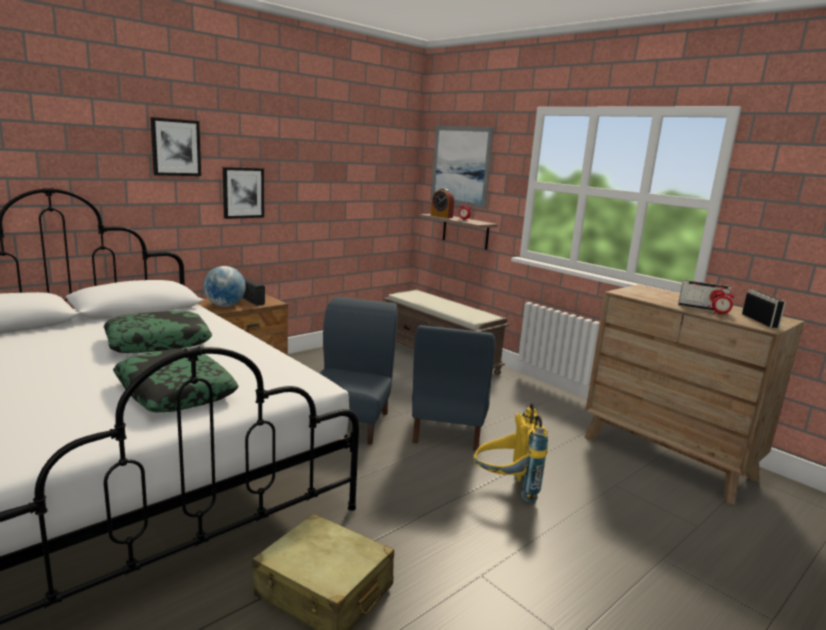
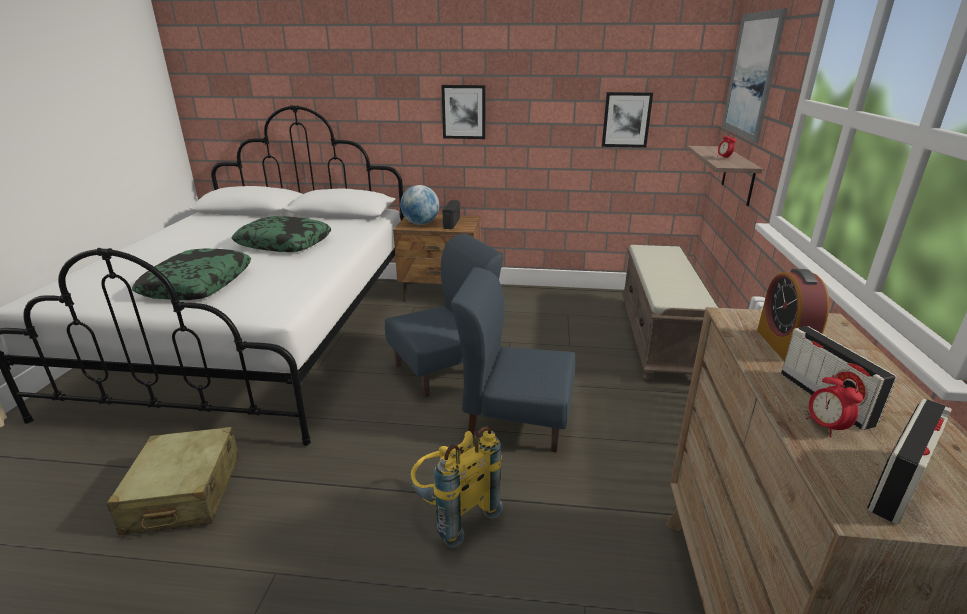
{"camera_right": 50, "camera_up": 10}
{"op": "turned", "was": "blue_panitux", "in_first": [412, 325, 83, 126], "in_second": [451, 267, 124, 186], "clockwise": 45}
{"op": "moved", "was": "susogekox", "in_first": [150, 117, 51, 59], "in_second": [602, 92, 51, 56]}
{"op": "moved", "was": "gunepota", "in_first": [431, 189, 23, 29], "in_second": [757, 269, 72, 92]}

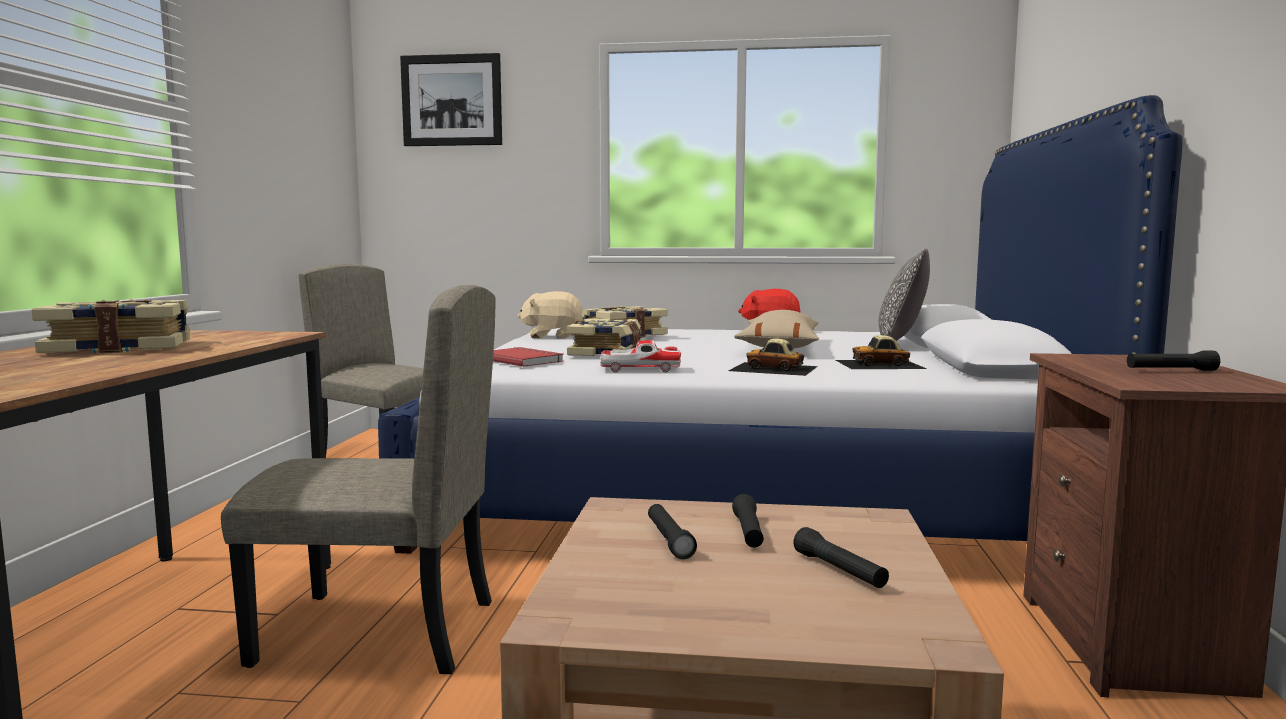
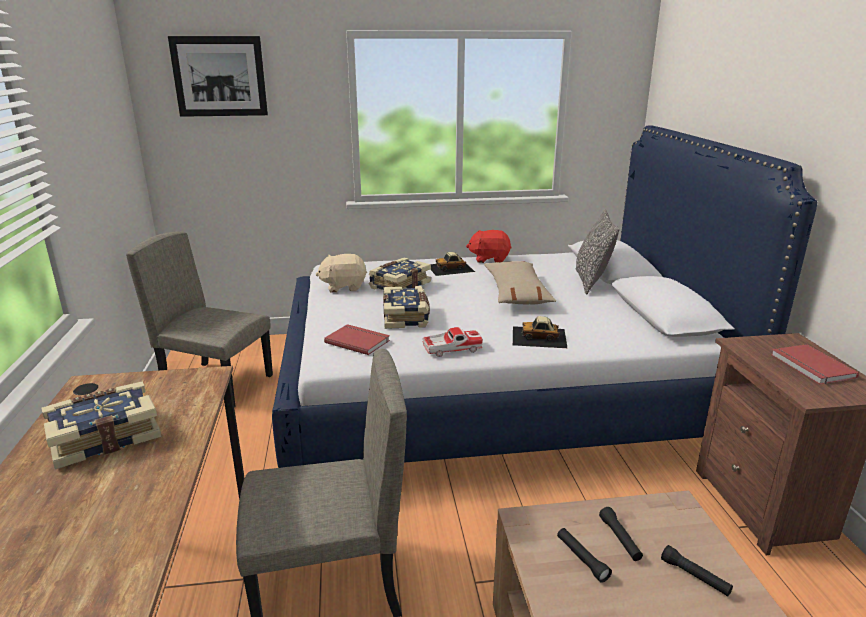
{"camera_right": -15, "camera_up": 15}
{"op": "moved", "was": "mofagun", "in_first": [836, 335, 91, 34], "in_second": [430, 252, 45, 24]}
{"op": "replaced", "was": "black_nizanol", "now": "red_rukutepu", "in_first": [1127, 351, 93, 20], "in_second": [771, 344, 88, 40]}

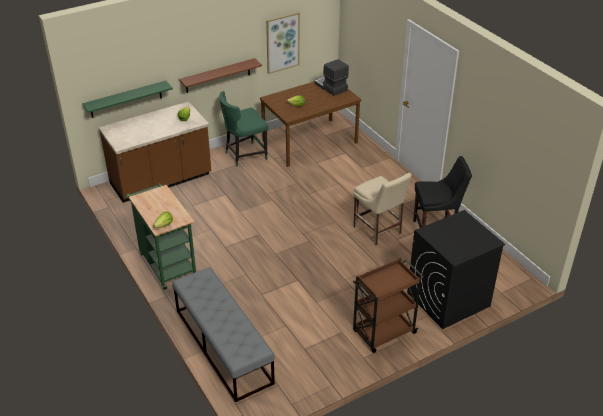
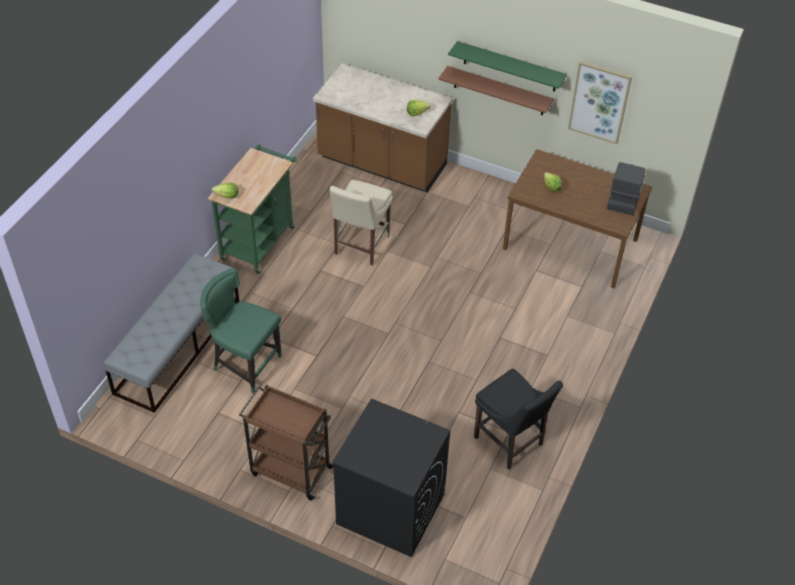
{"camera_right": 55, "camera_up": 10}
{"op": "moved", "was": "green_panitux", "in_first": [220, 91, 48, 76], "in_second": [200, 268, 82, 125]}
{"op": "moved", "was": "beige_panitux", "in_first": [353, 173, 59, 73], "in_second": [329, 180, 64, 86]}
{"op": "moved", "was": "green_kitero", "in_first": [82, 81, 91, 37], "in_second": [448, 41, 119, 51]}

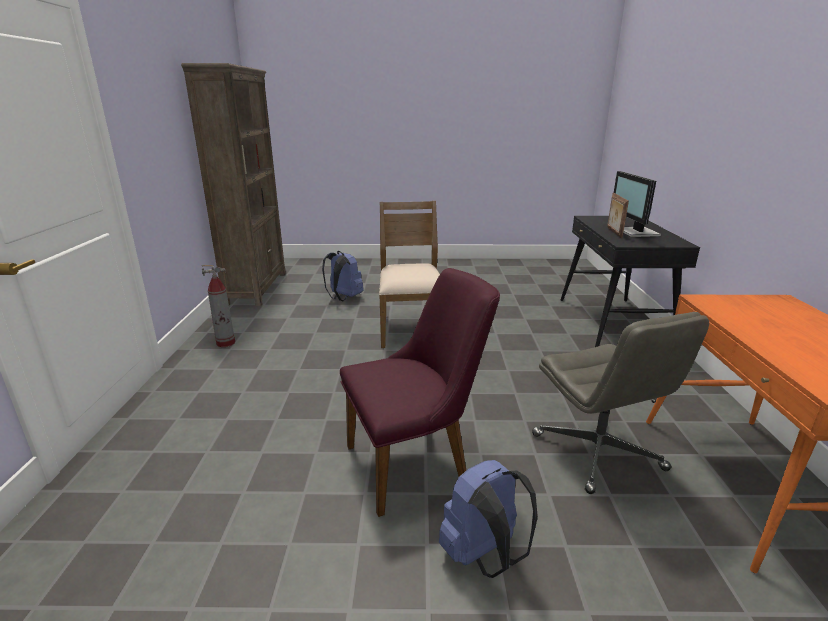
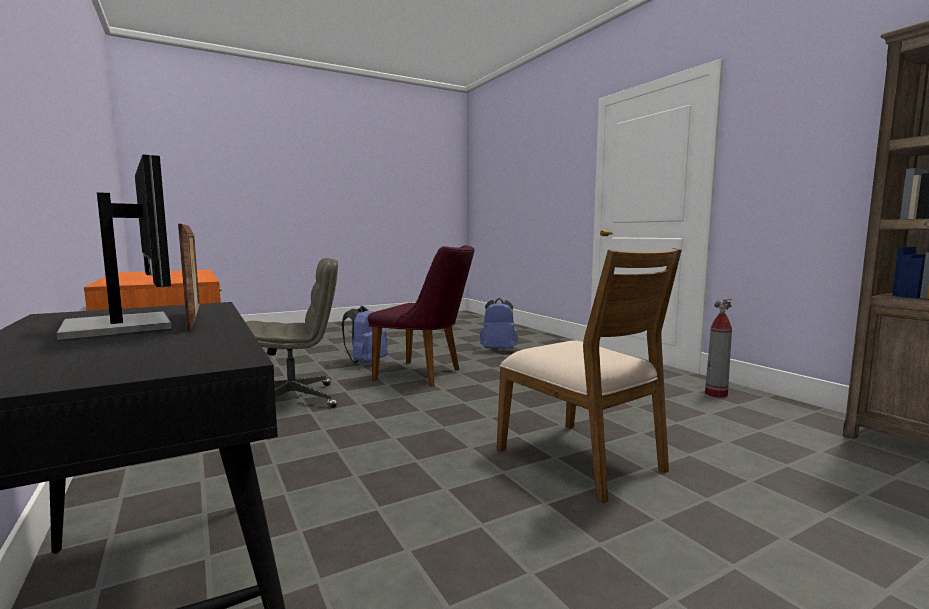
{"camera_right": 150, "camera_up": -15}
{"op": "turned", "was": "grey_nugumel", "in_first": [532, 312, 177, 182], "in_second": [245, 258, 93, 150], "clockwise": 120}
{"op": "turned", "was": "purple_panitux", "in_first": [340, 268, 160, 249], "in_second": [368, 245, 106, 142], "clockwise": -105}
{"op": "moved", "was": "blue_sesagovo", "in_first": [322, 251, 42, 51], "in_second": [480, 298, 38, 50]}

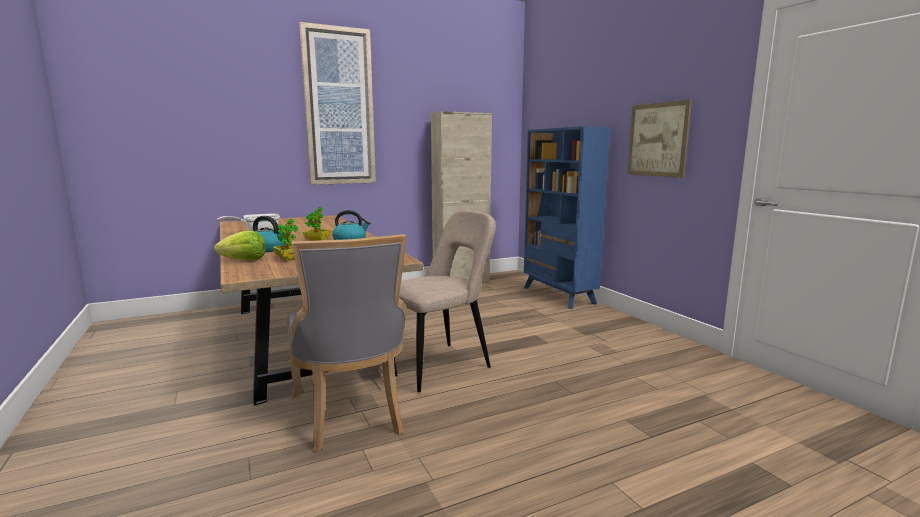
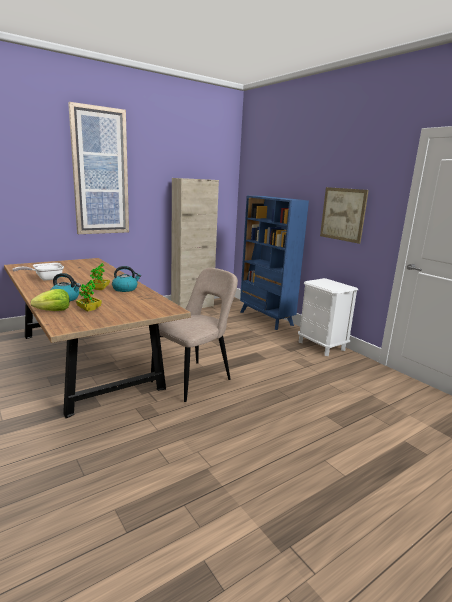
{"camera_right": -10, "camera_up": 5}
{"op": "added", "now": "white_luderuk", "in_second": [298, 278, 60, 78]}
{"op": "removed", "was": "grey_panitux", "in_first": [287, 234, 120, 218]}

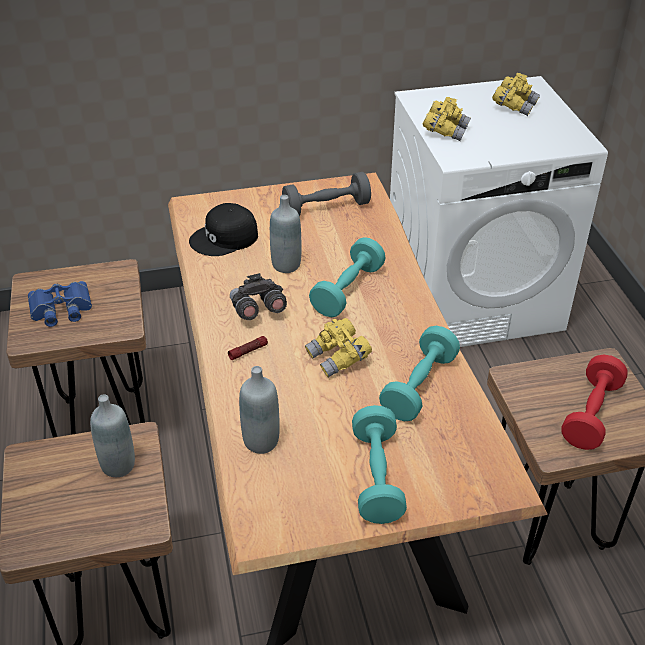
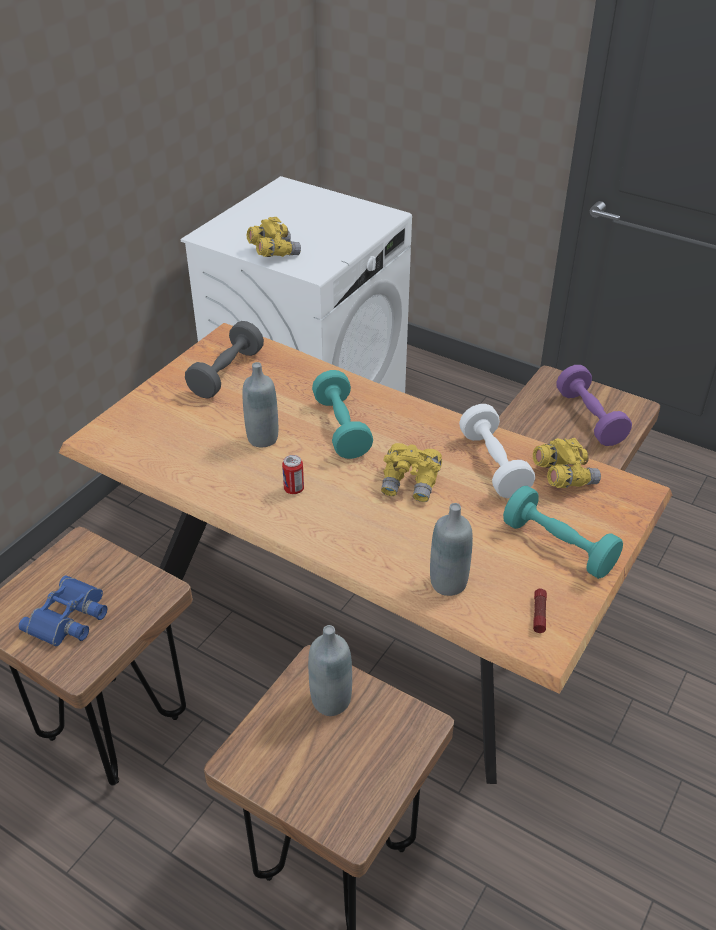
{"camera_right": -45, "camera_up": 0}
{"op": "replaced", "was": "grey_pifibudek", "now": "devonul", "in_first": [230, 273, 57, 47], "in_second": [282, 455, 22, 39]}
{"op": "recoloured", "was": "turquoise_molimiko", "now": "white_molimiko", "in_first": [379, 326, 81, 95], "in_second": [459, 404, 76, 94]}
{"op": "moved", "was": "yellow_pifibudek", "in_first": [492, 73, 48, 43], "in_second": [533, 438, 68, 50]}
{"op": "moved", "was": "nizanol", "in_first": [228, 336, 40, 24], "in_second": [533, 588, 14, 45]}
{"op": "recoloured", "was": "red_molimiko", "now": "purple_molimiko", "in_first": [561, 355, 66, 95], "in_second": [556, 365, 76, 81]}
{"op": "removed", "was": "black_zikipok", "in_first": [189, 203, 69, 53]}

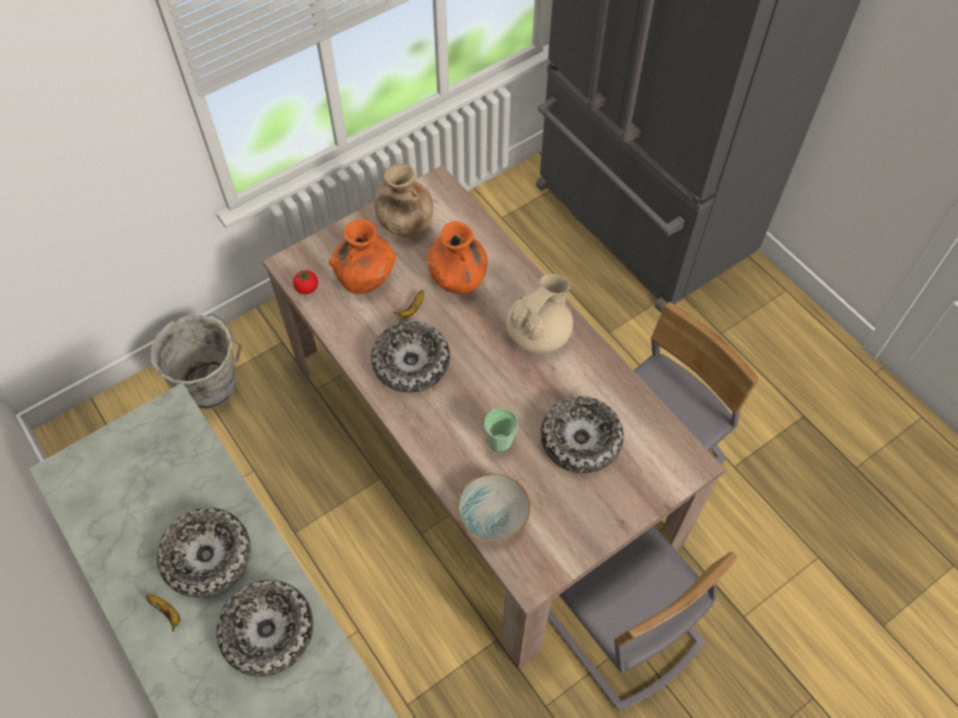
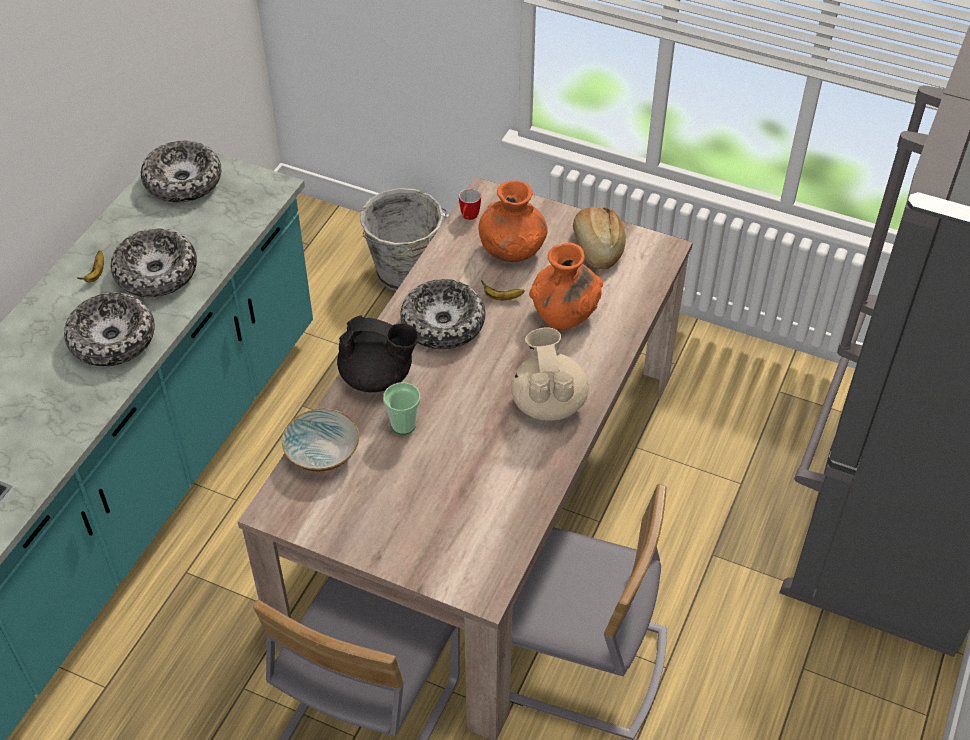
{"camera_right": 60, "camera_up": -10}
{"op": "moved", "was": "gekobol", "in_first": [541, 396, 83, 77], "in_second": [141, 140, 80, 63]}
{"op": "added", "now": "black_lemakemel", "in_second": [337, 315, 82, 77]}
{"op": "replaced", "was": "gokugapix", "now": "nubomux", "in_first": [293, 270, 25, 24], "in_second": [459, 188, 22, 32]}
{"op": "turned", "was": "beige_lemakemel", "in_first": [506, 274, 67, 79], "in_second": [511, 327, 78, 94], "clockwise": -105}
{"op": "replaced", "was": "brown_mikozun", "now": "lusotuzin", "in_first": [374, 164, 59, 73], "in_second": [573, 207, 53, 62]}

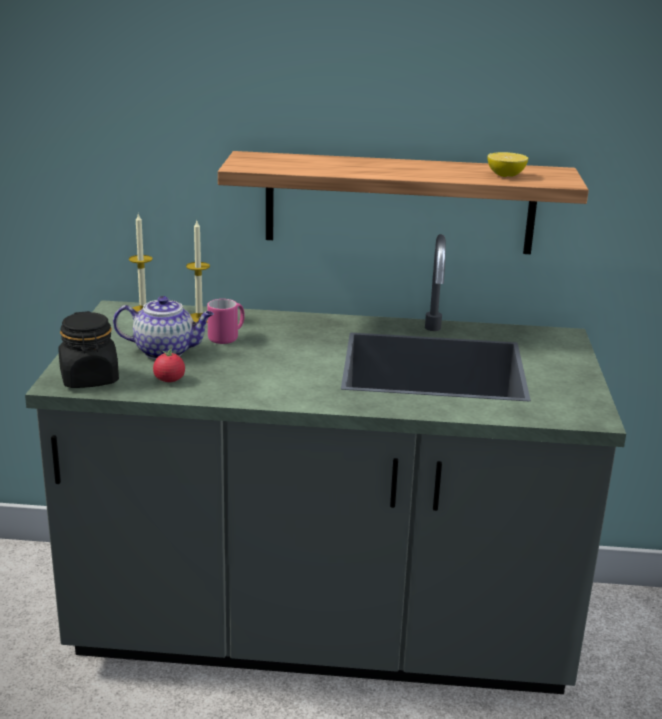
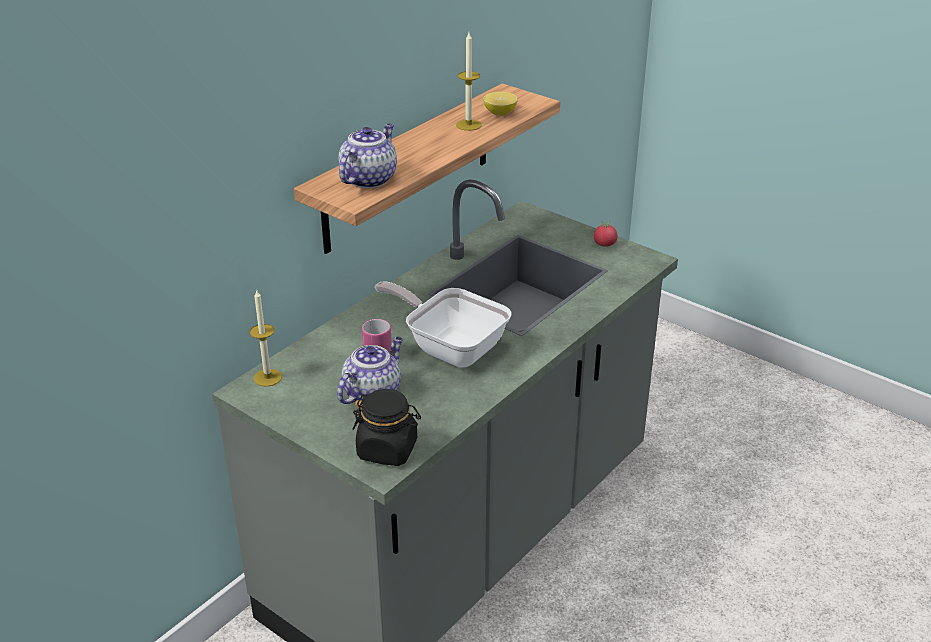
{"camera_right": -55, "camera_up": 10}
{"op": "added", "now": "lemakemel", "in_second": [338, 124, 59, 64]}
{"op": "added", "now": "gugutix", "in_second": [375, 282, 136, 86]}
{"op": "moved", "was": "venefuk", "in_first": [186, 221, 24, 102], "in_second": [456, 33, 26, 98]}
{"op": "moved", "was": "gokugapix", "in_first": [153, 347, 32, 35], "in_second": [594, 221, 24, 26]}

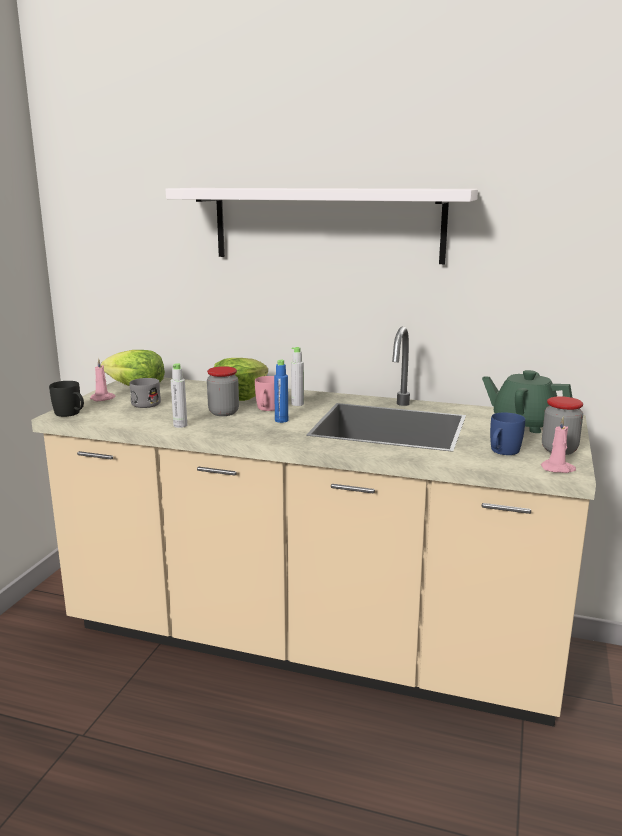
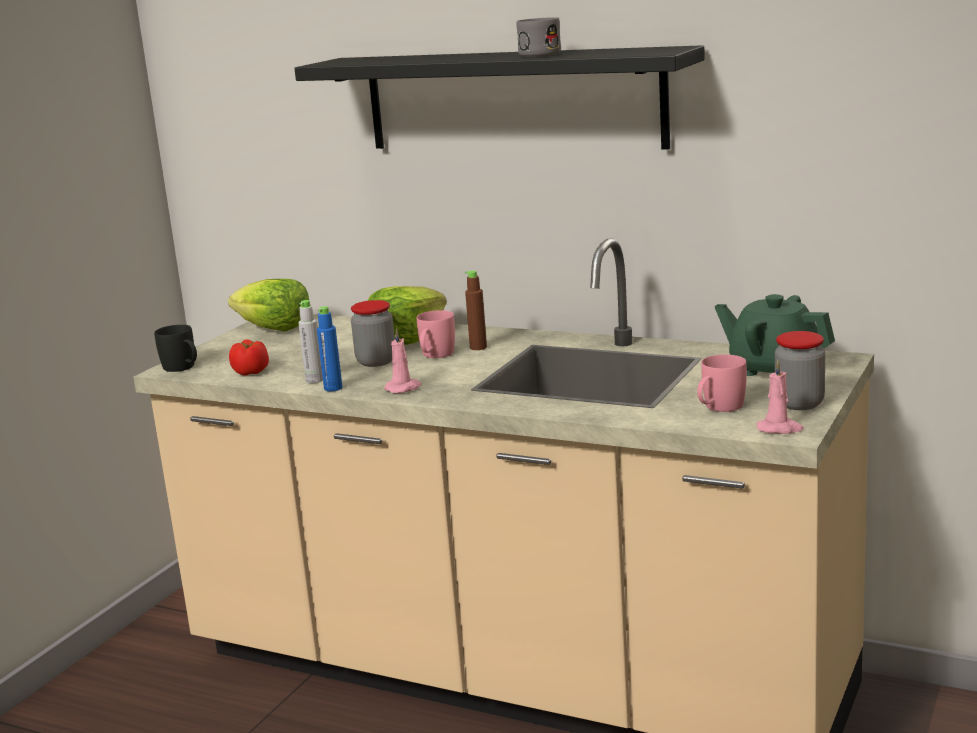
{"camera_right": 10, "camera_up": 0}
{"op": "added", "now": "gokugapix", "in_second": [229, 339, 40, 37]}
{"op": "recoloured", "was": "white_kitero", "now": "black_kitero", "in_first": [166, 188, 312, 76], "in_second": [294, 45, 411, 104]}
{"op": "moved", "was": "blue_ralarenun", "in_first": [274, 360, 14, 63], "in_second": [317, 306, 25, 85]}
{"op": "moved", "was": "pink_venefuk", "in_first": [90, 358, 26, 43], "in_second": [384, 328, 38, 66]}
{"op": "recoloured", "was": "grey_ralarenun", "now": "brown_ralarenun", "in_first": [291, 347, 13, 59], "in_second": [465, 270, 22, 80]}
{"op": "moved", "was": "grey_nubomux", "in_first": [130, 378, 31, 30], "in_second": [517, 17, 44, 40]}
{"op": "recoloured", "was": "blue_nubomux", "now": "pink_nubomux", "in_first": [490, 413, 35, 42], "in_second": [697, 355, 50, 57]}

